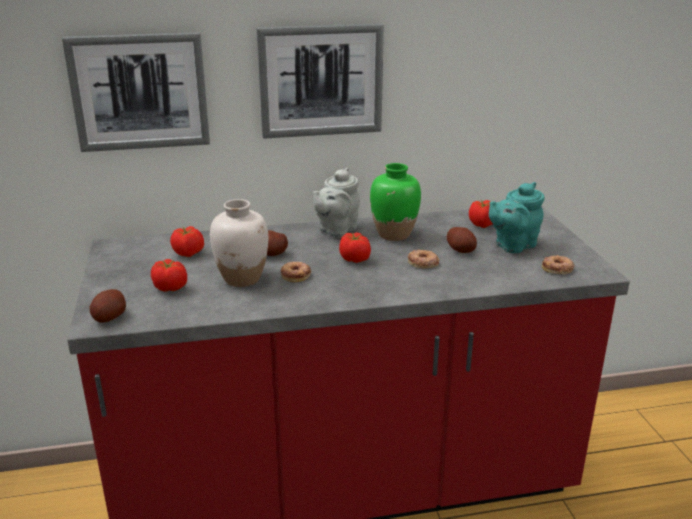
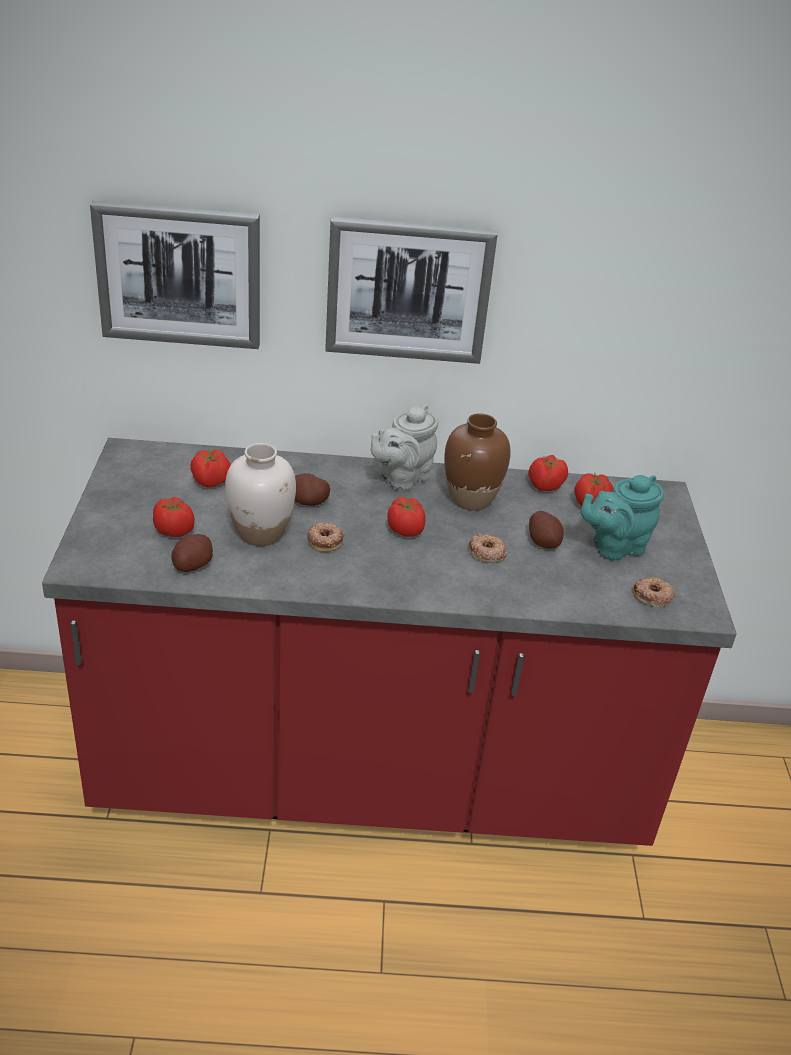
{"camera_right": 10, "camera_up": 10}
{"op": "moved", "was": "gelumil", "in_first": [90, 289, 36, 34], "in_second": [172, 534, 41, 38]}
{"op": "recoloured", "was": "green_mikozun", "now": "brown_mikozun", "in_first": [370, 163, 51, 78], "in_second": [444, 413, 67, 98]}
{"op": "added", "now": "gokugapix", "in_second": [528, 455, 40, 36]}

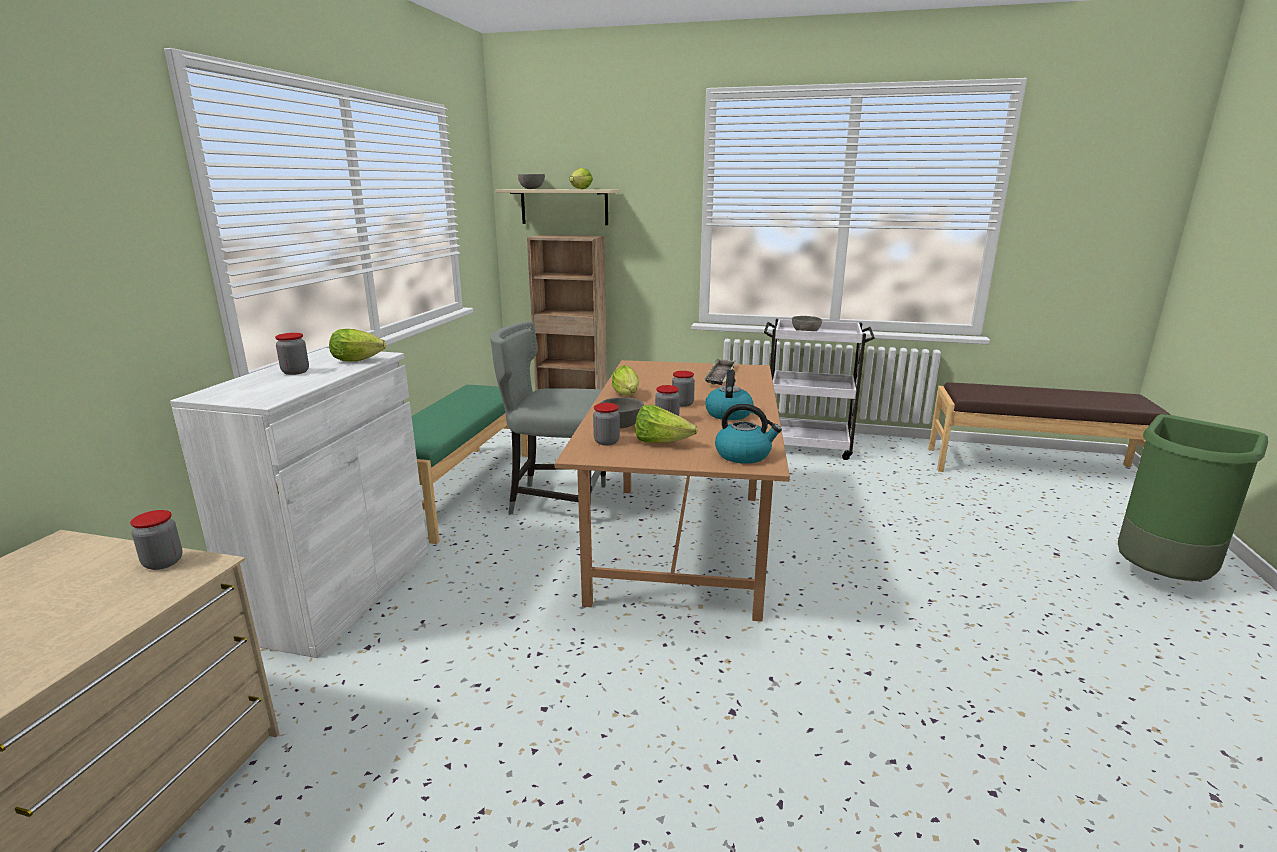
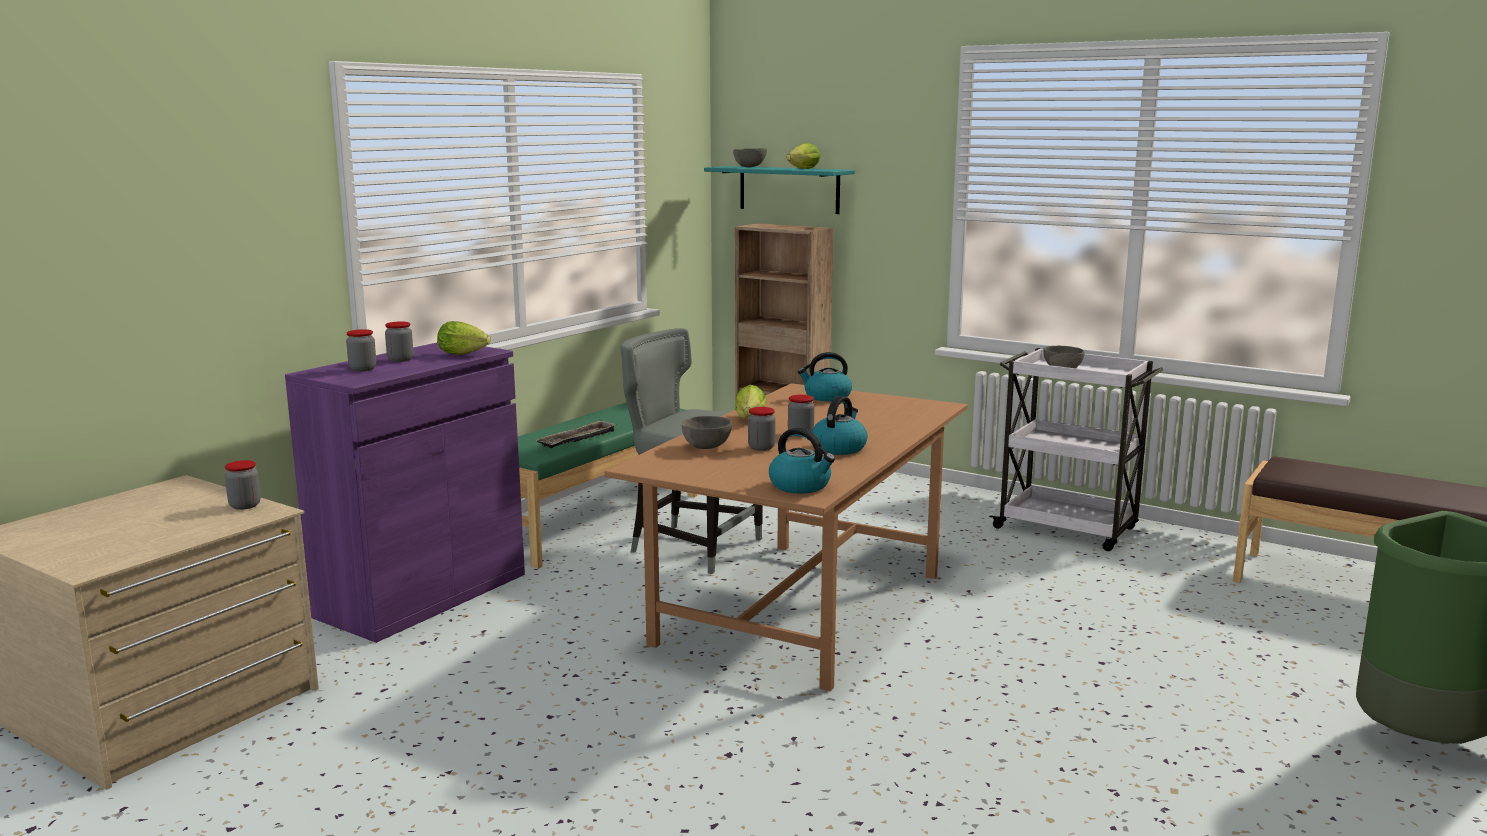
{"camera_right": 20, "camera_up": -5}
{"op": "recoloured", "was": "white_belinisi", "now": "purple_belinisi", "in_first": [170, 348, 258, 310], "in_second": [285, 343, 240, 300]}
{"op": "moved", "was": "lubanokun", "in_first": [593, 403, 27, 43], "in_second": [346, 329, 30, 43]}
{"op": "moved", "was": "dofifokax", "in_first": [705, 358, 31, 27], "in_second": [536, 420, 81, 28]}
{"op": "recoloured", "was": "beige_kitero", "now": "turquoise_kitero", "in_first": [495, 189, 125, 36], "in_second": [704, 166, 151, 48]}
{"op": "added", "now": "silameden", "in_second": [798, 352, 54, 49]}
{"op": "removed", "was": "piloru", "in_first": [635, 404, 63, 39]}

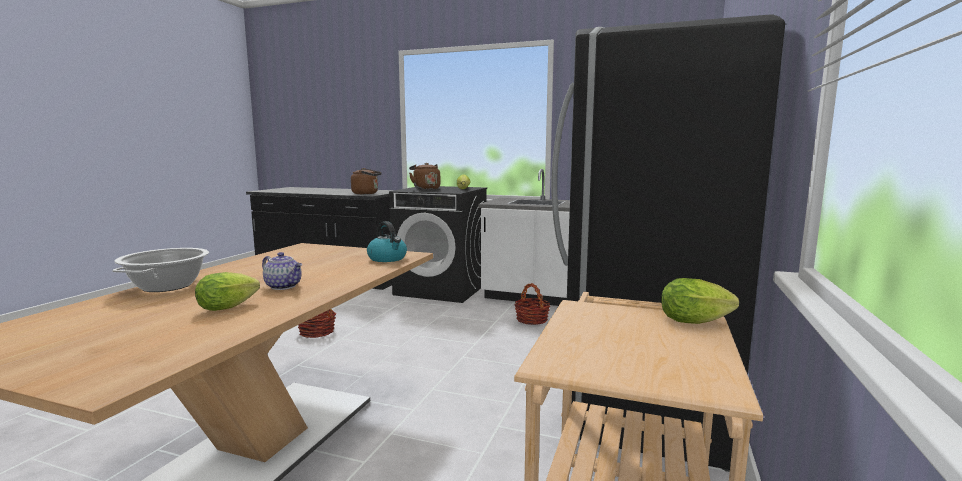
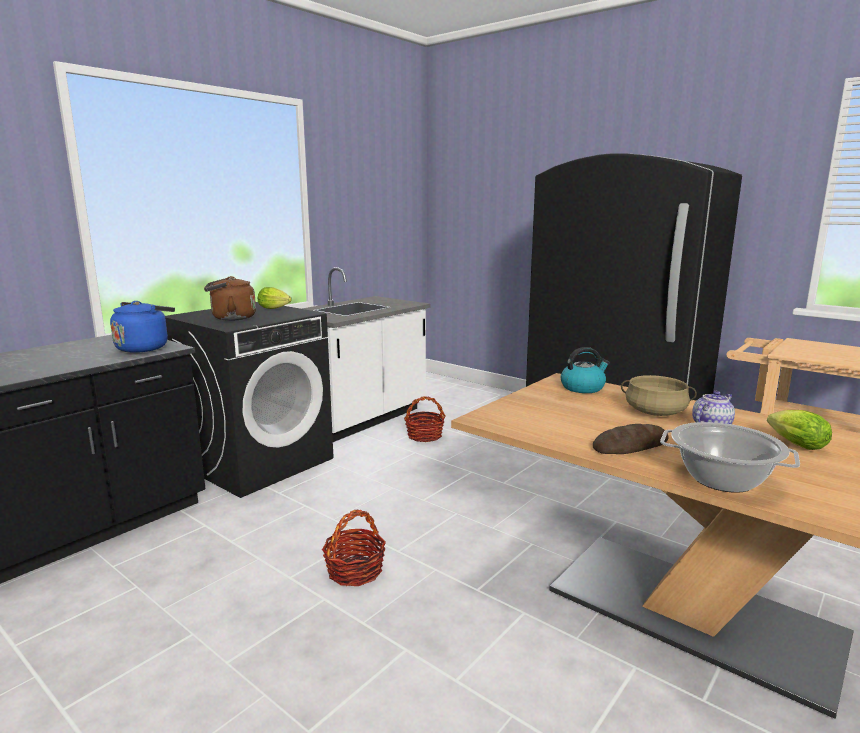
{"camera_right": -70, "camera_up": 5}
{"op": "recoloured", "was": "brown_silameden", "now": "blue_silameden", "in_first": [351, 168, 31, 26], "in_second": [110, 301, 65, 52]}
{"op": "added", "now": "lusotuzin", "in_second": [593, 424, 76, 30]}
{"op": "added", "now": "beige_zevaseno", "in_second": [621, 375, 76, 41]}
{"op": "removed", "was": "piloru", "in_first": [661, 278, 78, 46]}

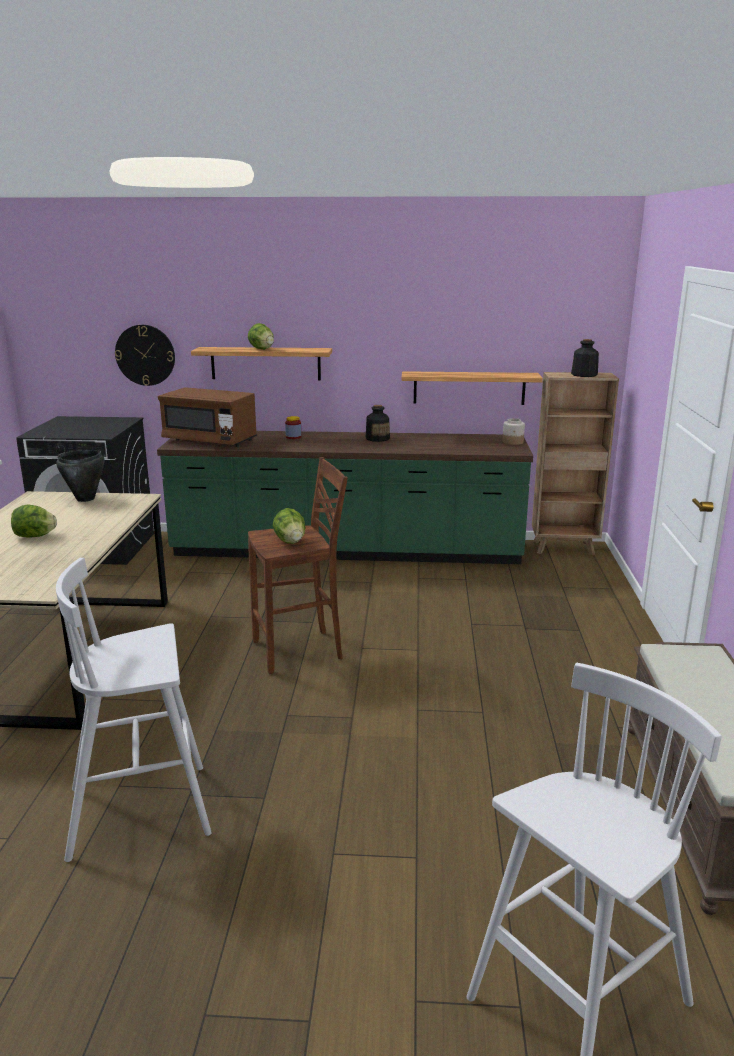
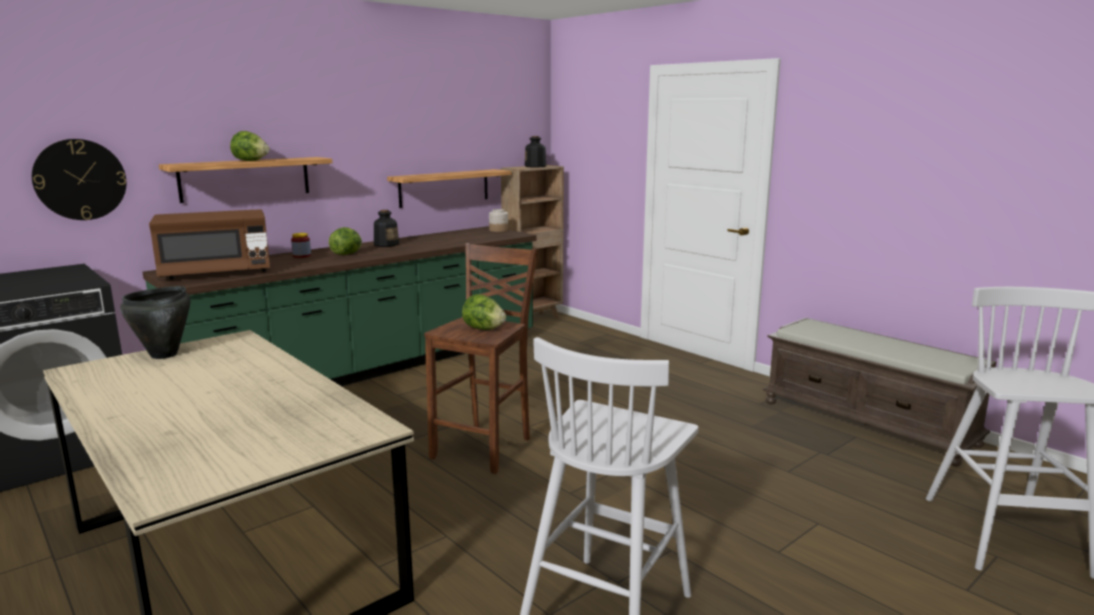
{"camera_right": -45, "camera_up": -5}
{"op": "moved", "was": "piloru", "in_first": [11, 504, 46, 33], "in_second": [329, 227, 33, 28]}

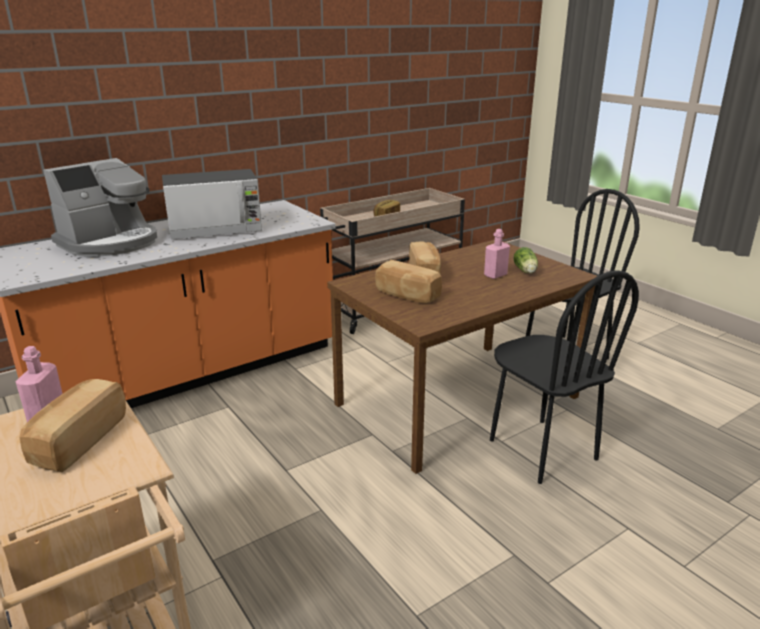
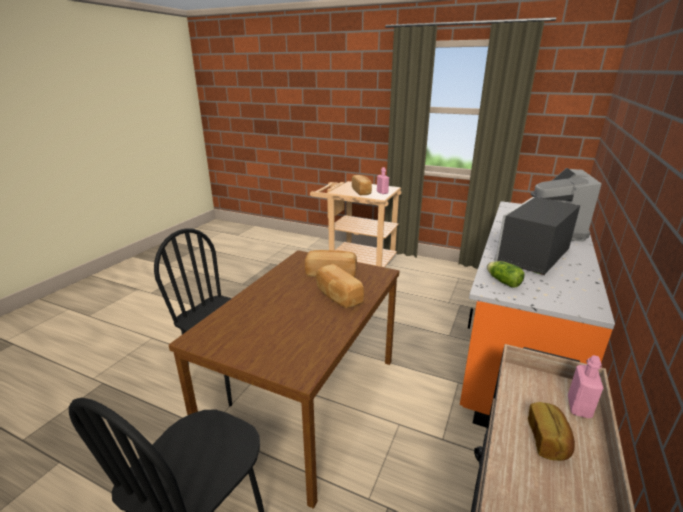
{"camera_right": 150, "camera_up": 0}
{"op": "moved", "was": "piloru", "in_first": [513, 247, 25, 27], "in_second": [487, 261, 38, 27]}
{"op": "moved", "was": "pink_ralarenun", "in_first": [484, 229, 26, 50], "in_second": [568, 355, 35, 63]}

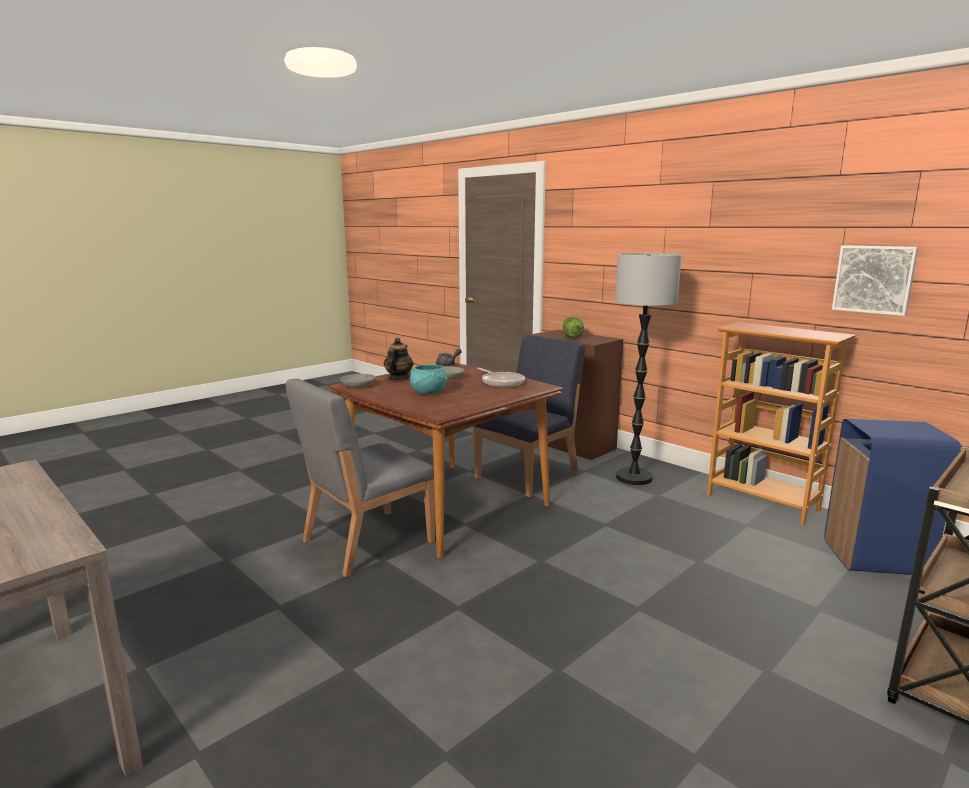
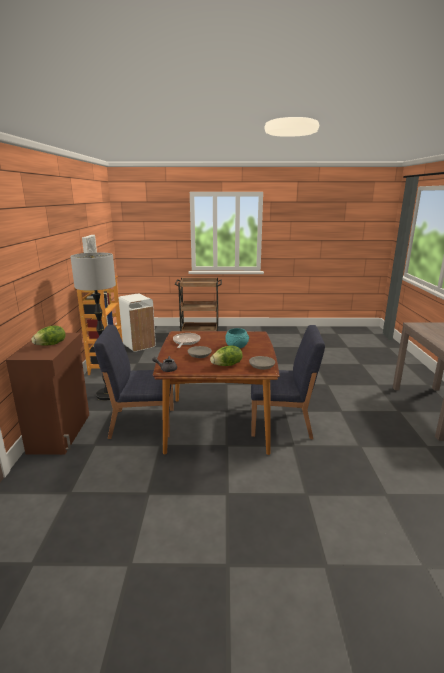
{"camera_right": -135, "camera_up": 5}
{"op": "recoloured", "was": "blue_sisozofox", "now": "white_sisozofox", "in_first": [824, 419, 137, 156], "in_second": [118, 294, 38, 58]}
{"op": "replaced", "was": "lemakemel", "now": "piloru", "in_first": [384, 338, 30, 42], "in_second": [210, 345, 33, 21]}
{"op": "recoloured", "was": "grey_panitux", "now": "blue_panitux", "in_first": [286, 378, 149, 199], "in_second": [251, 325, 74, 114]}

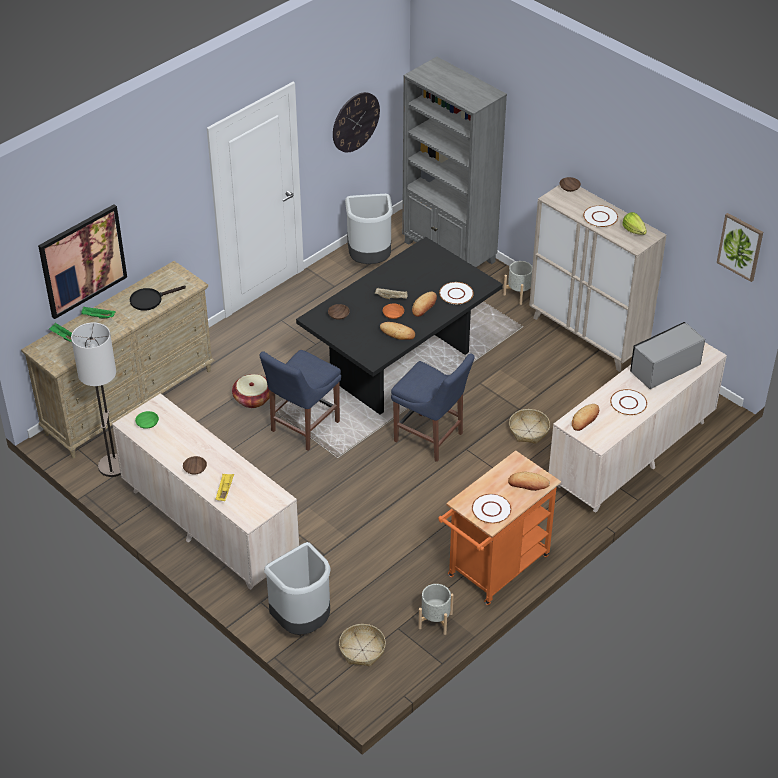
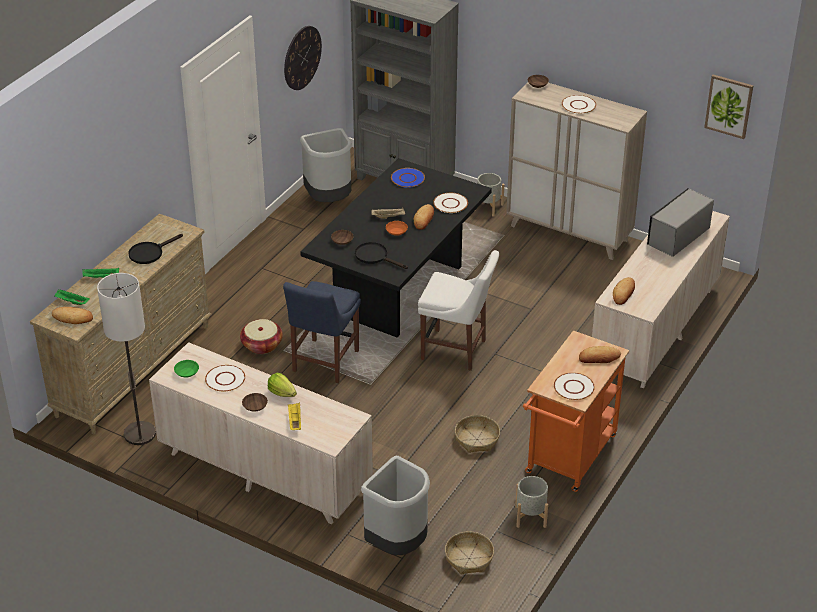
{"camera_right": -15, "camera_up": -5}
{"op": "moved", "was": "lusotuzin", "in_first": [380, 322, 35, 18], "in_second": [51, 307, 42, 17]}
{"op": "moved", "was": "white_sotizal", "in_first": [610, 389, 37, 26], "in_second": [205, 365, 40, 27]}
{"op": "moved", "was": "piloru", "in_first": [622, 212, 25, 23], "in_second": [268, 373, 29, 24]}
{"op": "added", "now": "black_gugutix", "in_second": [355, 242, 53, 27]}
{"op": "added", "now": "blue_sotizal", "in_second": [391, 168, 34, 20]}
{"op": "recoloured", "was": "blue_panitux", "now": "white_panitux", "in_first": [391, 353, 84, 109], "in_second": [418, 250, 81, 121]}
{"op": "moved", "was": "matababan", "in_first": [509, 409, 41, 35], "in_second": [455, 415, 45, 38]}
{"op": "removed", "was": "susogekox", "in_first": [38, 204, 89, 115]}

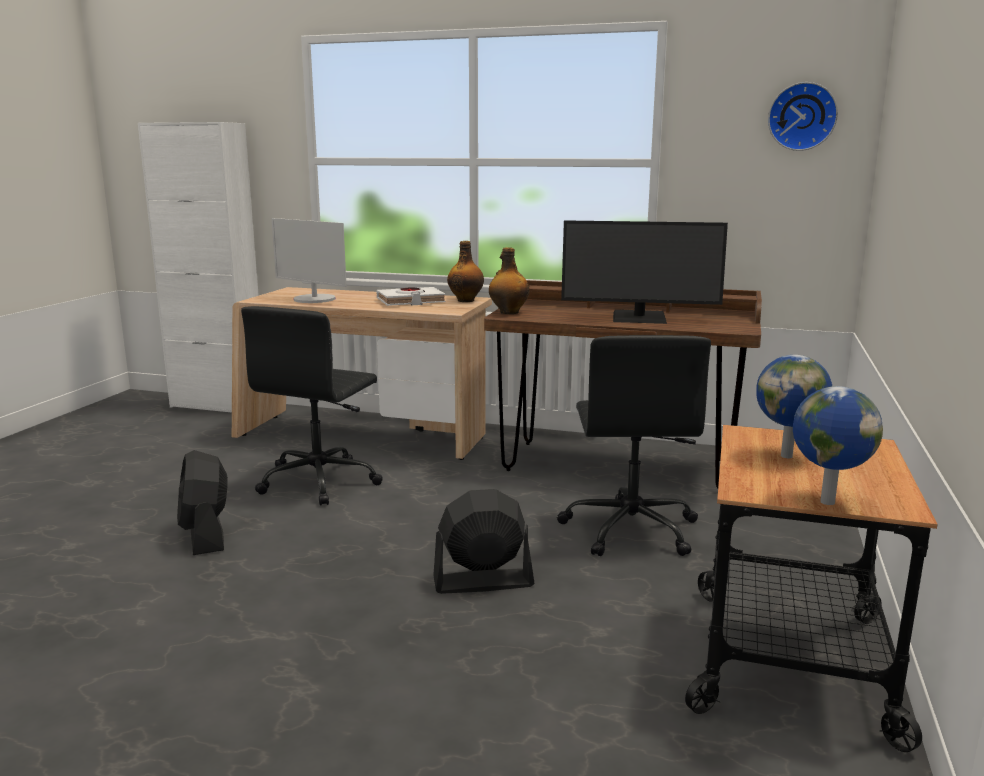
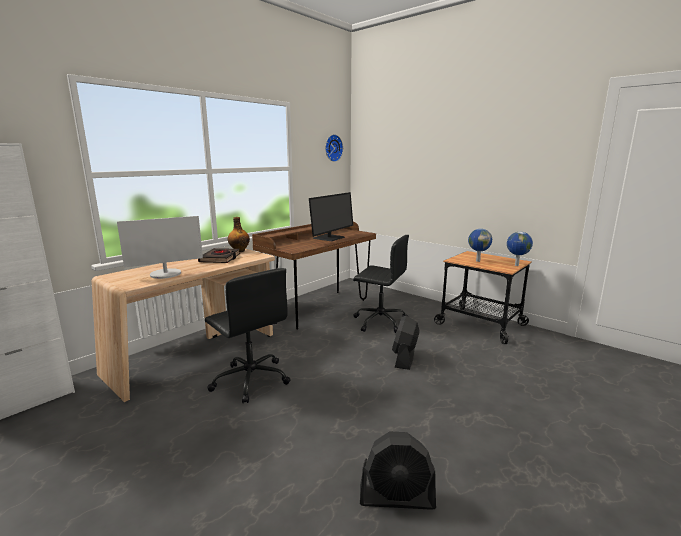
{"camera_right": -65, "camera_up": 0}
{"op": "recoloured", "was": "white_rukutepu", "now": "black_rukutepu", "in_first": [376, 287, 70, 19], "in_second": [198, 248, 42, 15]}
{"op": "moved", "was": "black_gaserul", "in_first": [177, 450, 51, 105], "in_second": [360, 431, 76, 79]}
{"op": "removed", "was": "ralarenun", "in_first": [489, 247, 41, 67]}

